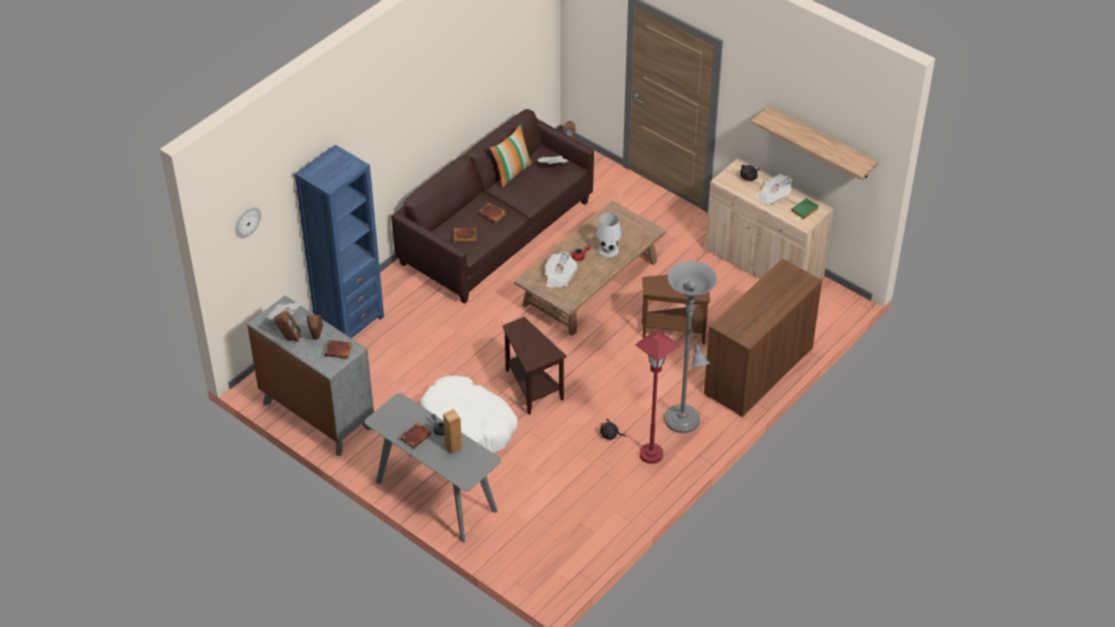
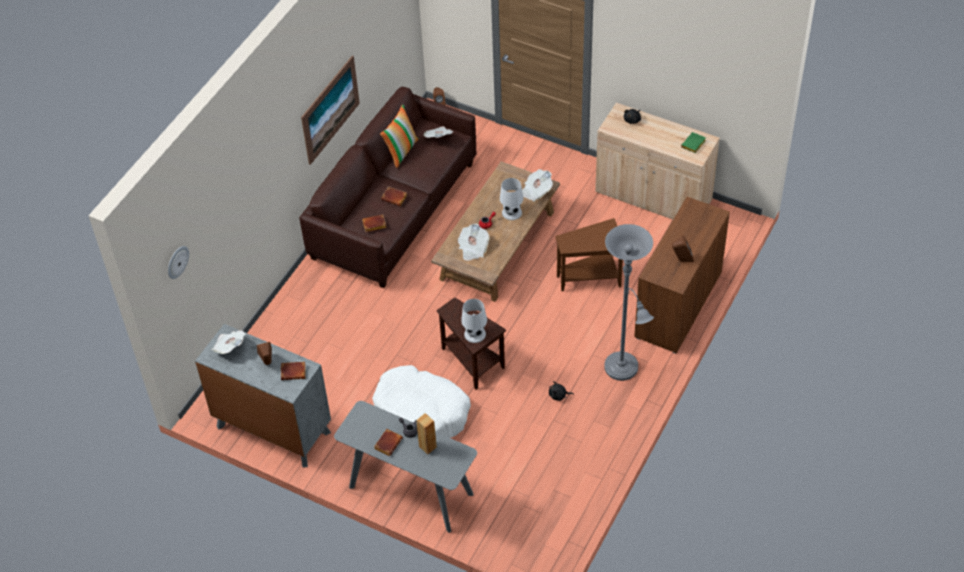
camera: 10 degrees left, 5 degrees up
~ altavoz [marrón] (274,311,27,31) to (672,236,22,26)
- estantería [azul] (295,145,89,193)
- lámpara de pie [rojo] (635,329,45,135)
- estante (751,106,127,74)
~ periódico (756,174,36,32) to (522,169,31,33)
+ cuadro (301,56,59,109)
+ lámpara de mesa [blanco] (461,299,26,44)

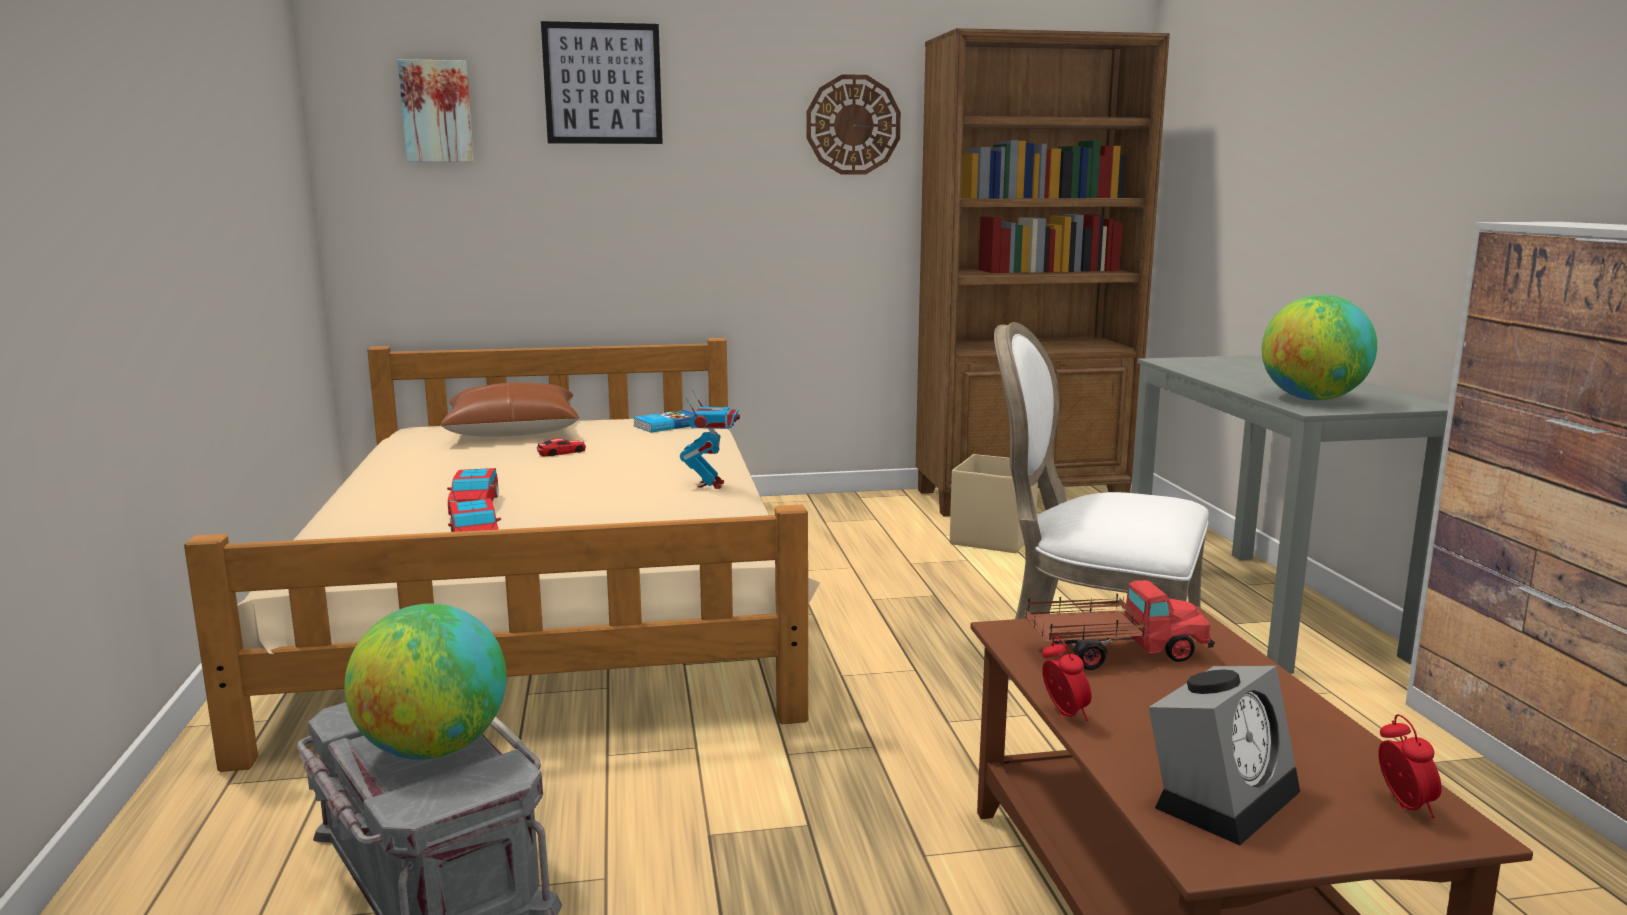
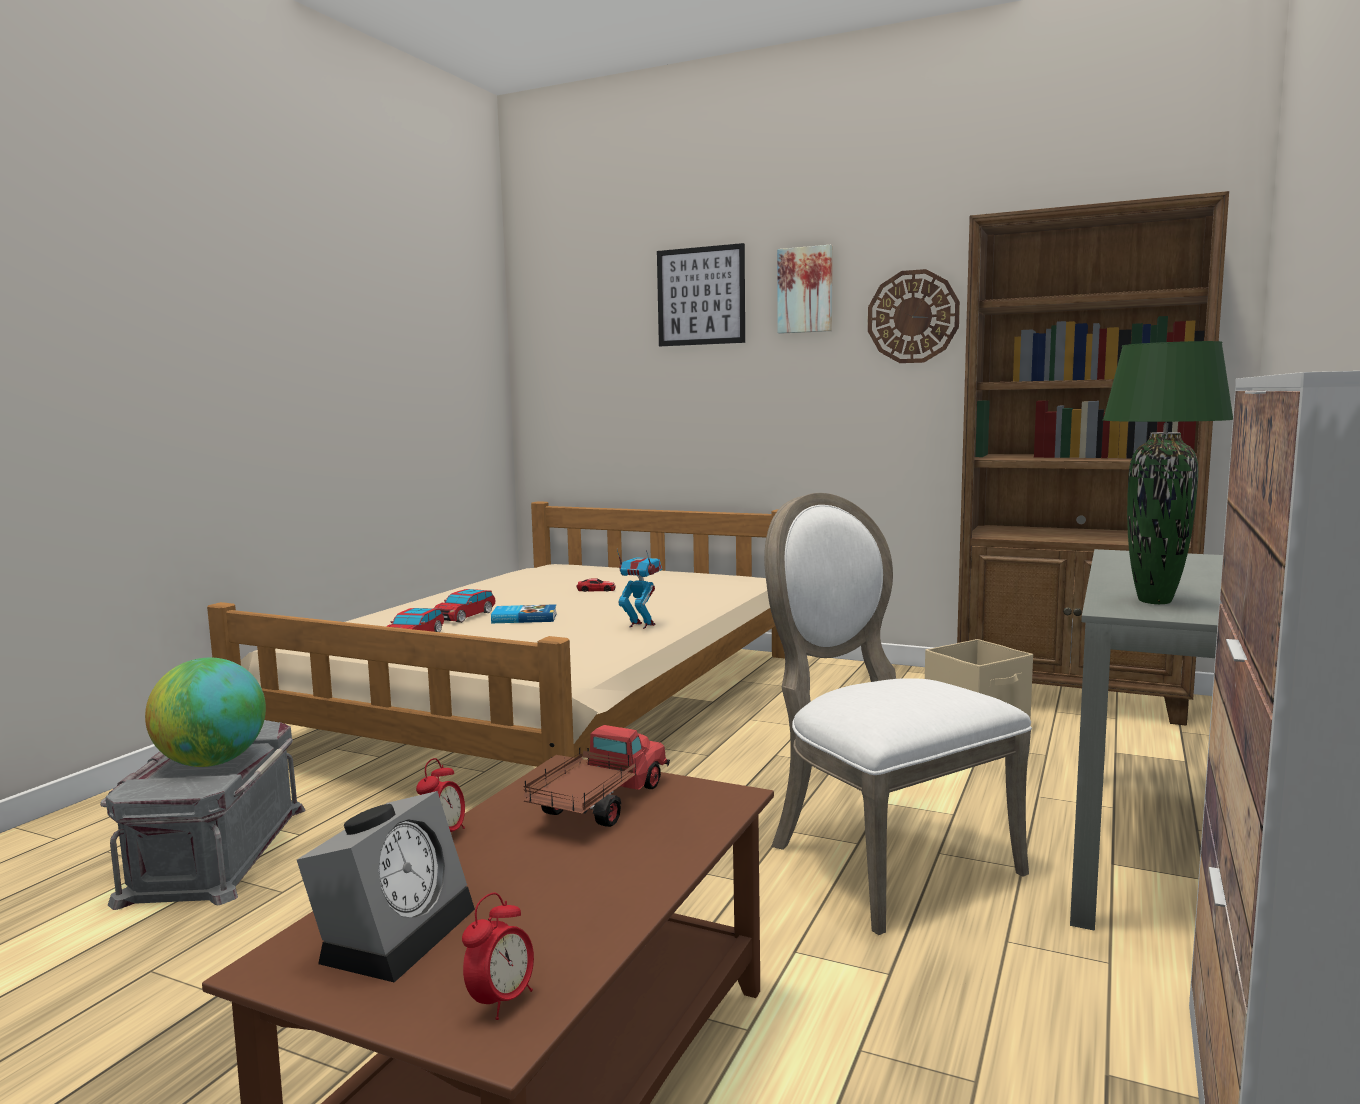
camera: 35 degrees right, 5 degrees down
~ cuadro (398,59,76,103) to (777,245,55,89)
- cojín [marrón] (441,382,138,55)
~ libro (633,410,61,23) to (491,604,66,19)
~ robot de juguete (680,390,60,99) = (617,550,45,79) 105 degrees counterclockwise
~ camión de juguete (1024,580,191,90) = (523,725,147,102) 90 degrees counterclockwise
~ despertador (1149,666,151,179) = (297,791,178,191) 60 degrees counterclockwise
~ globo terráqueo (1262,295,115,105) to lámpara de mesa [verde] (1102,341,131,263)

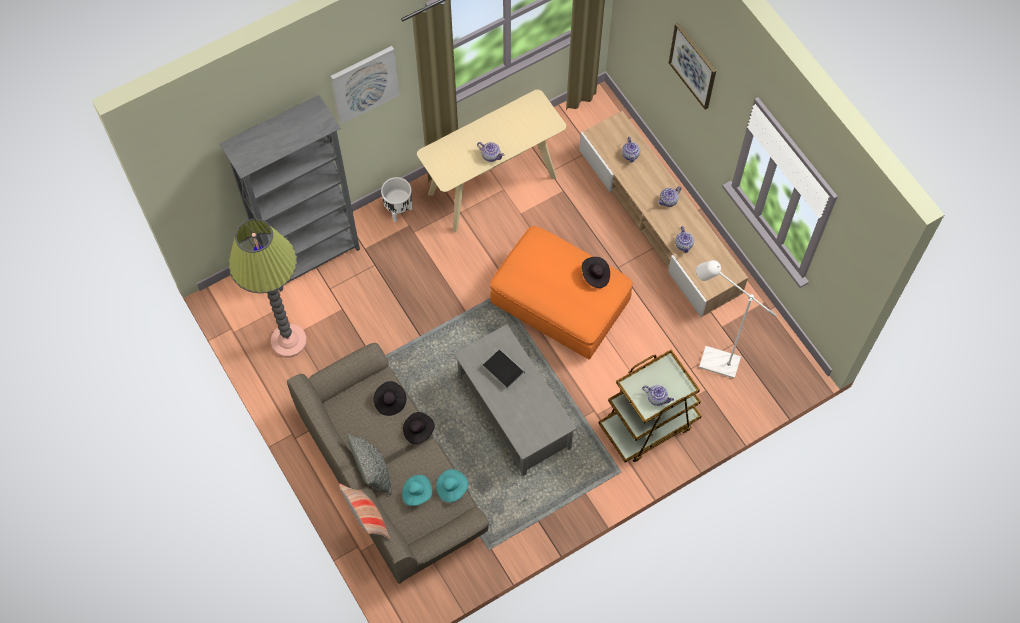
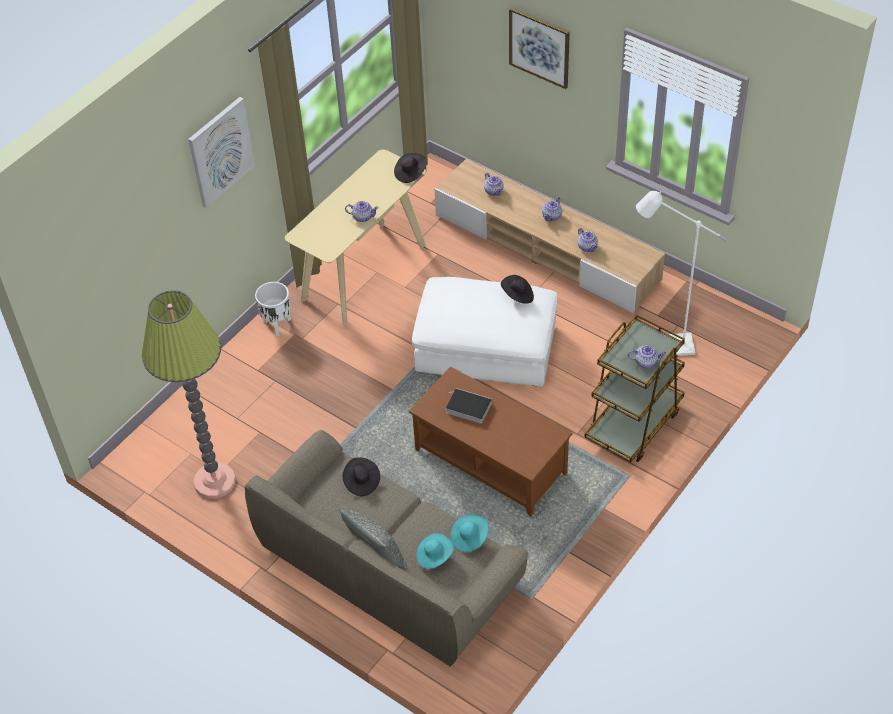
camera: 20 degrees left, 15 degrees down
- estantería [gris] (220,95,140,197)
- cojín (338,483,53,57)
~ sombrero [negro] (403,412,32,33) to (394,153,32,30)
~ mesa de centro [gris] (454,324,123,152) to mesa de centro [marrón] (409,366,163,150)
~ puf [naranja] (490,226,143,133) to puf [blanco] (412,277,145,110)

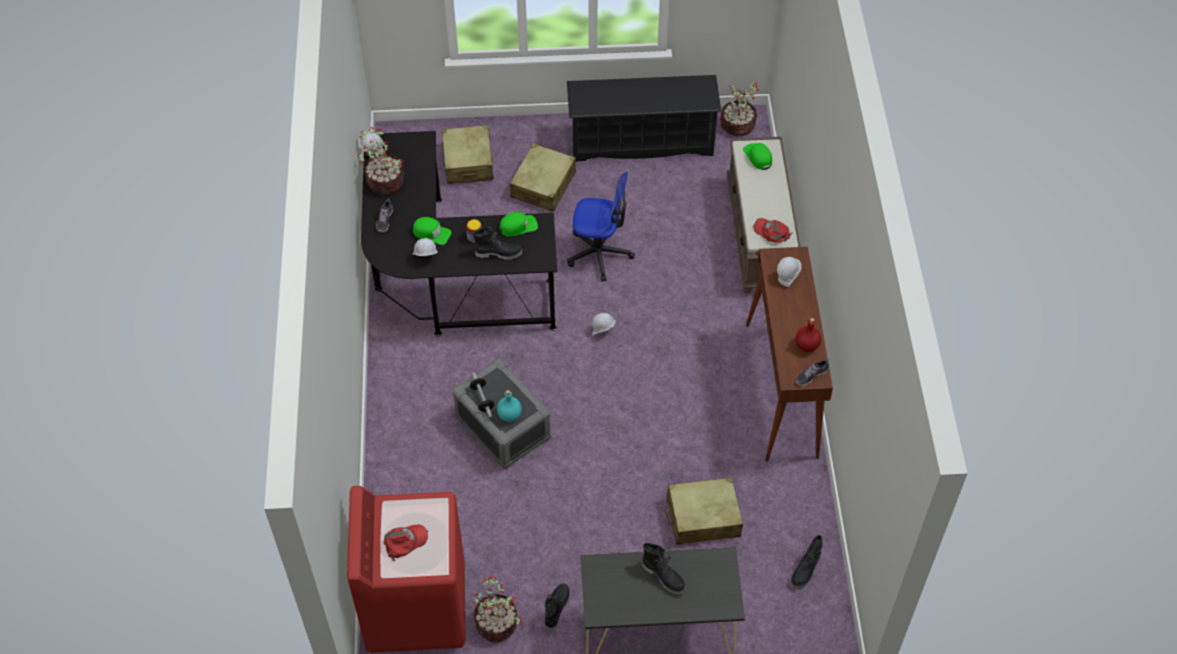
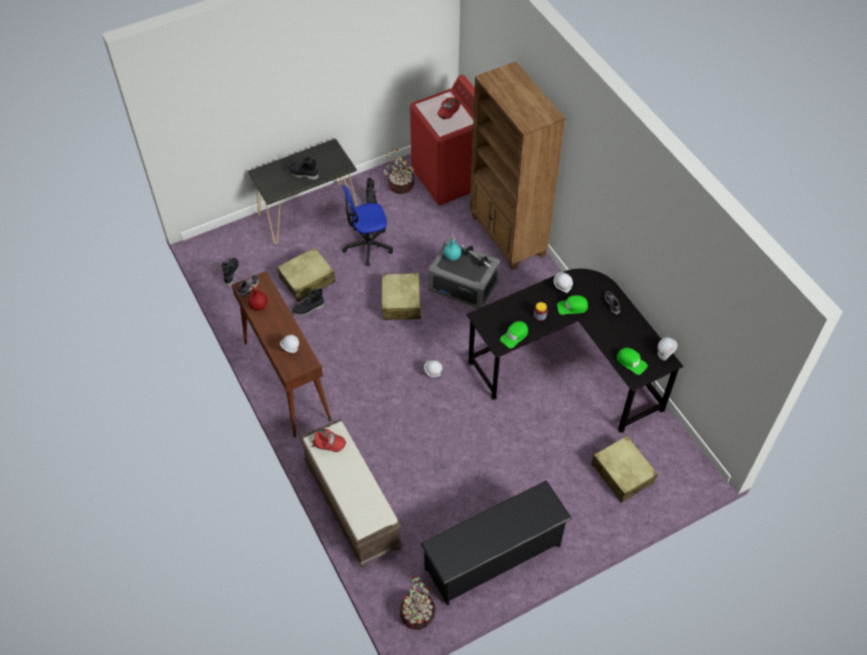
camera: 155 degrees right, 0 degrees up
- planta en maceta (357,127,47,68)
~ bota [negro] (473,227,49,33) to (292,289,32,27)
~ maleta [beis] (510,144,66,68) to (380,273,41,47)
~ silla de oficina (567,172,68,110) to (342,185,51,81)
~ gorra [verde] (743,143,29,27) to (617,348,31,27)
+ estantería [marrón] (470,61,96,209)

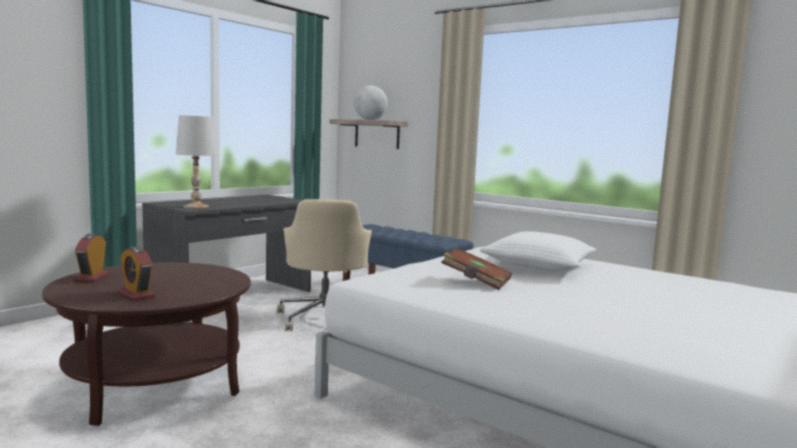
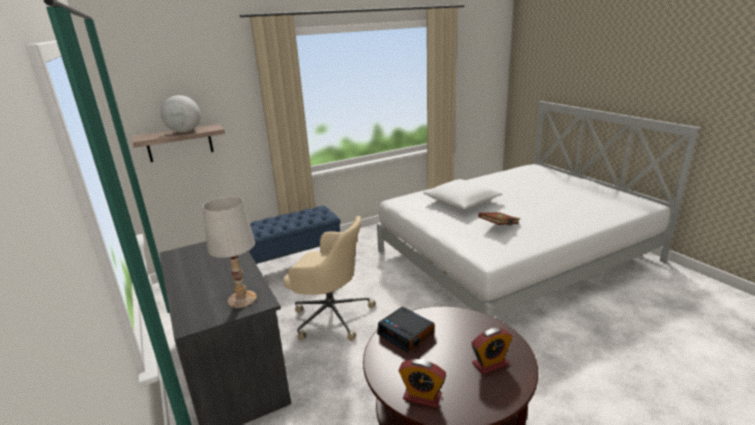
camera: 65 degrees left, 15 degrees up
+ despertador (377,307,57,46)

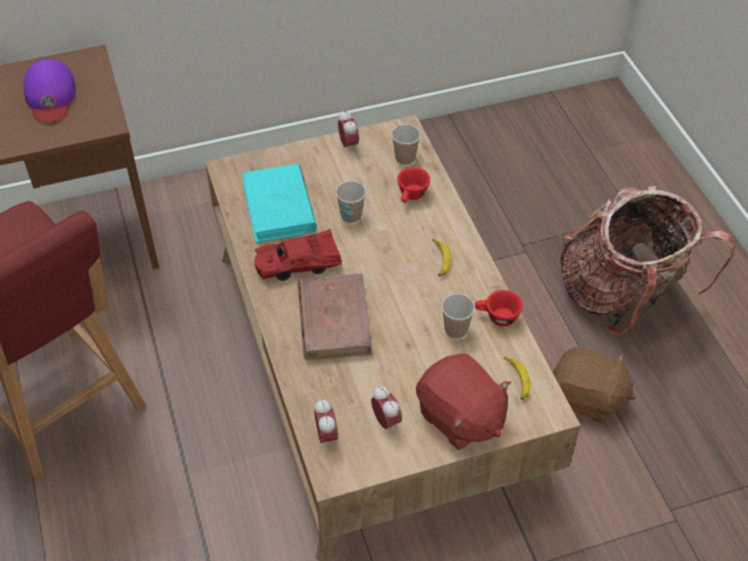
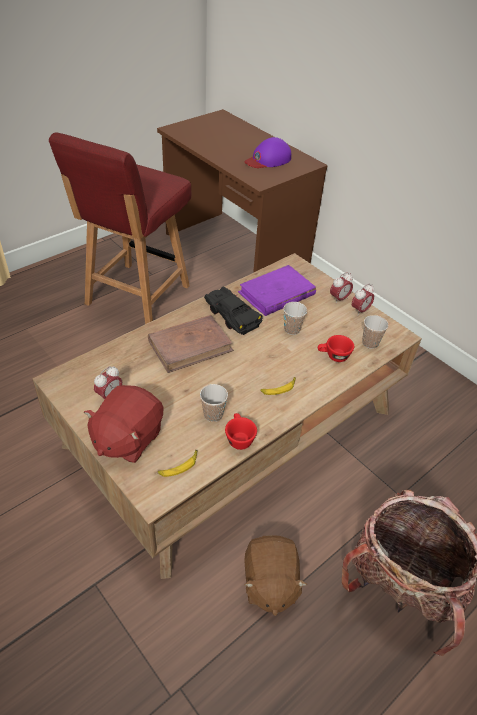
camera: 65 degrees right, 5 degrees down
~ libro [turquesa] (242,164,75,79) to libro [morado] (238,265,78,51)
~ coche de juguete [rojo] (254,229,88,52) to coche de juguete [negro] (204,287,59,48)
~ despertador (314,399,24,47) to (330,272,23,32)

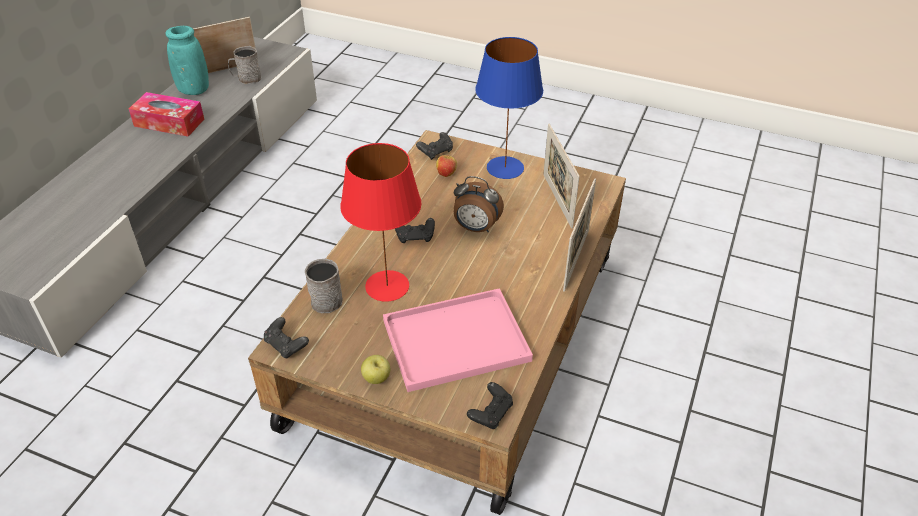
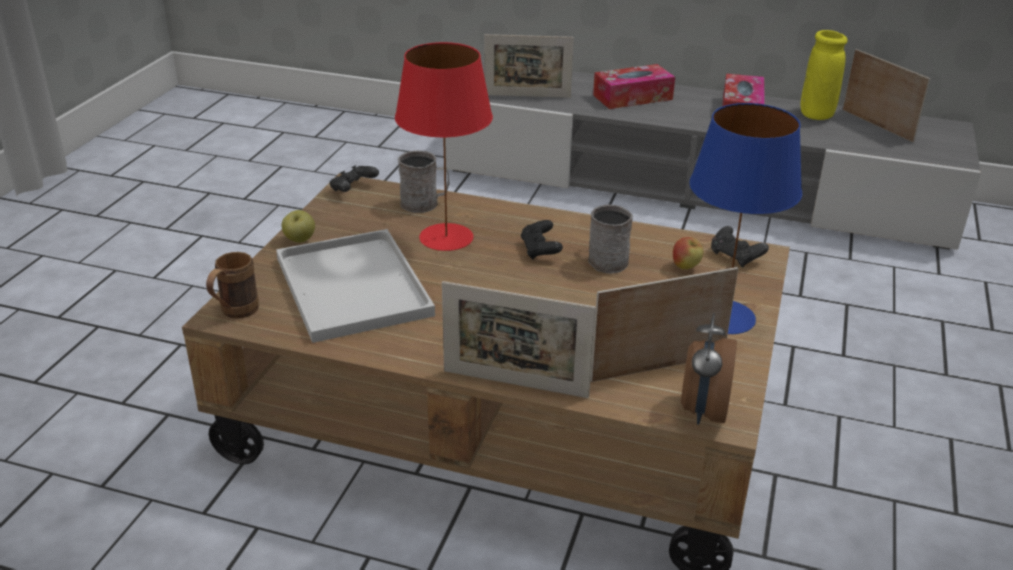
camera: 85 degrees right, 10 degrees down
~ florero [turquesa] (166,26,43,69) to florero [amarillo] (801,30,47,90)
~ taza grande [gris] (228,46,33,38) to (588,204,45,70)
~ bandeja [rosa] (383,288,150,104) to bandeja [blanco] (276,229,159,114)
~ despertador (454,176,50,56) to (681,313,56,112)
~ mando de consola [negro] (467,382,46,47) to taza grande [marrón] (206,252,53,67)
+ portarretratos (484,34,90,64)
+ caja de pañuelos (593,64,82,45)

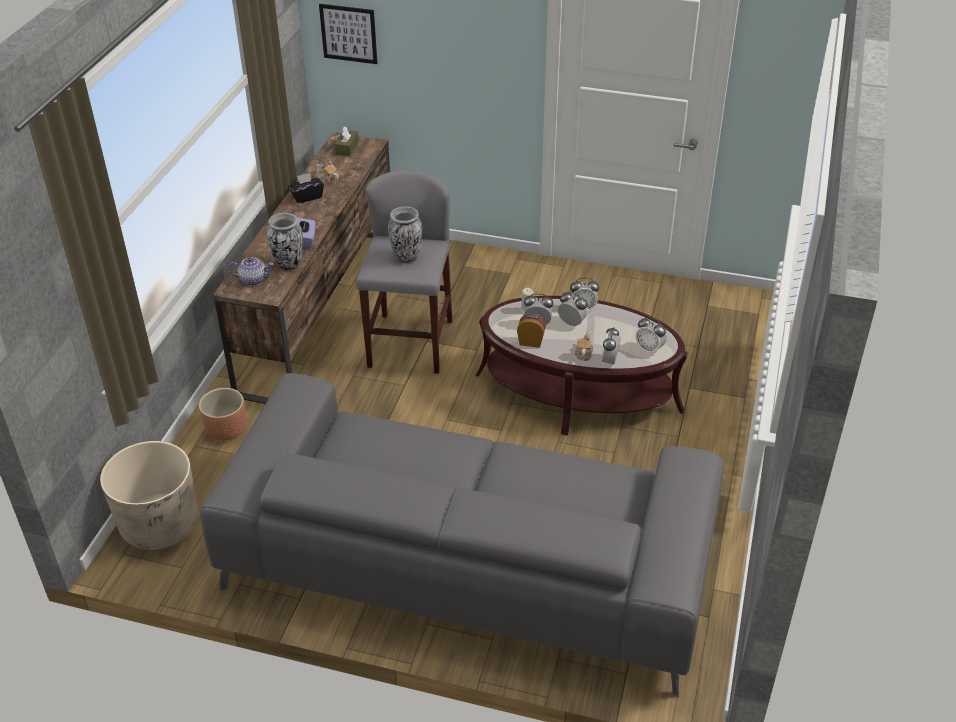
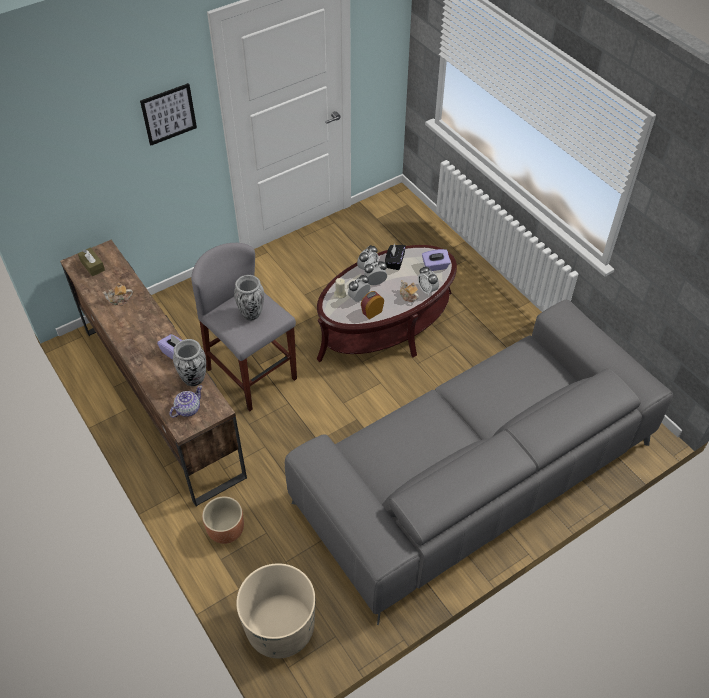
camera: 50 degrees left, 10 degrees up
~ caja de pañuelos [negro] (288,173,36,31) to (385,244,21,26)
~ cuadro (319,4,58,60) to (140,83,57,63)
~ despertador (636,317,31,38) to caja de pañuelos [morado] (422,249,29,22)

